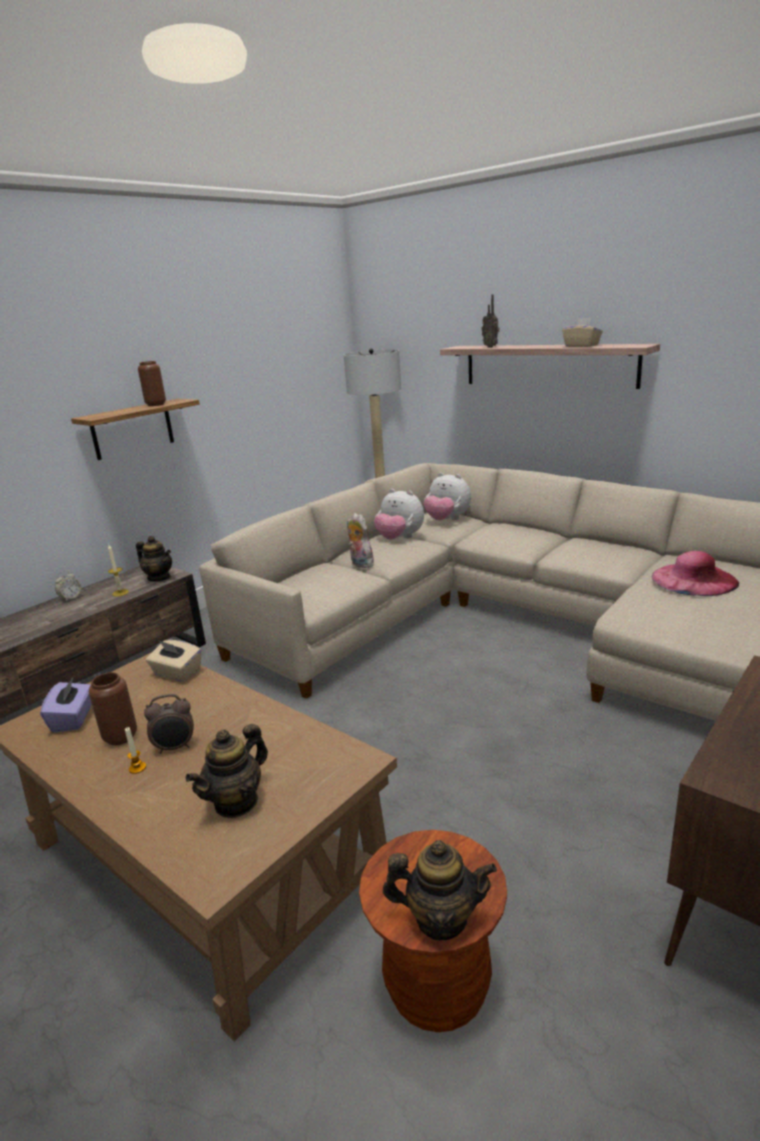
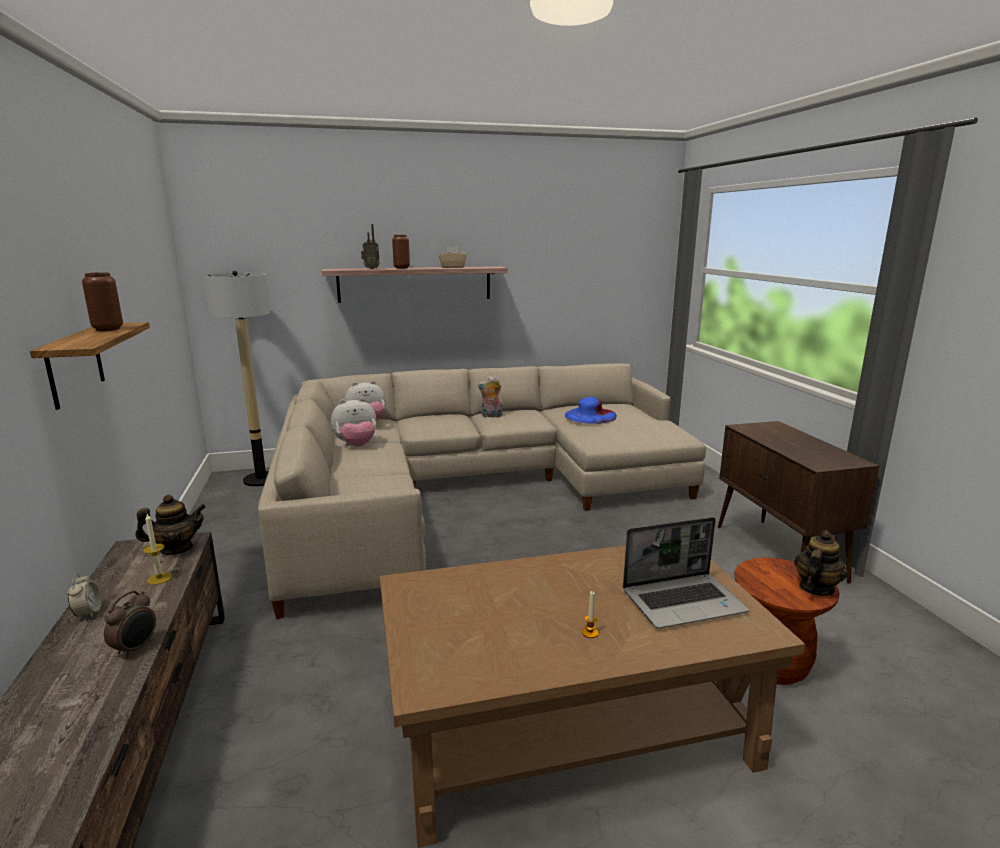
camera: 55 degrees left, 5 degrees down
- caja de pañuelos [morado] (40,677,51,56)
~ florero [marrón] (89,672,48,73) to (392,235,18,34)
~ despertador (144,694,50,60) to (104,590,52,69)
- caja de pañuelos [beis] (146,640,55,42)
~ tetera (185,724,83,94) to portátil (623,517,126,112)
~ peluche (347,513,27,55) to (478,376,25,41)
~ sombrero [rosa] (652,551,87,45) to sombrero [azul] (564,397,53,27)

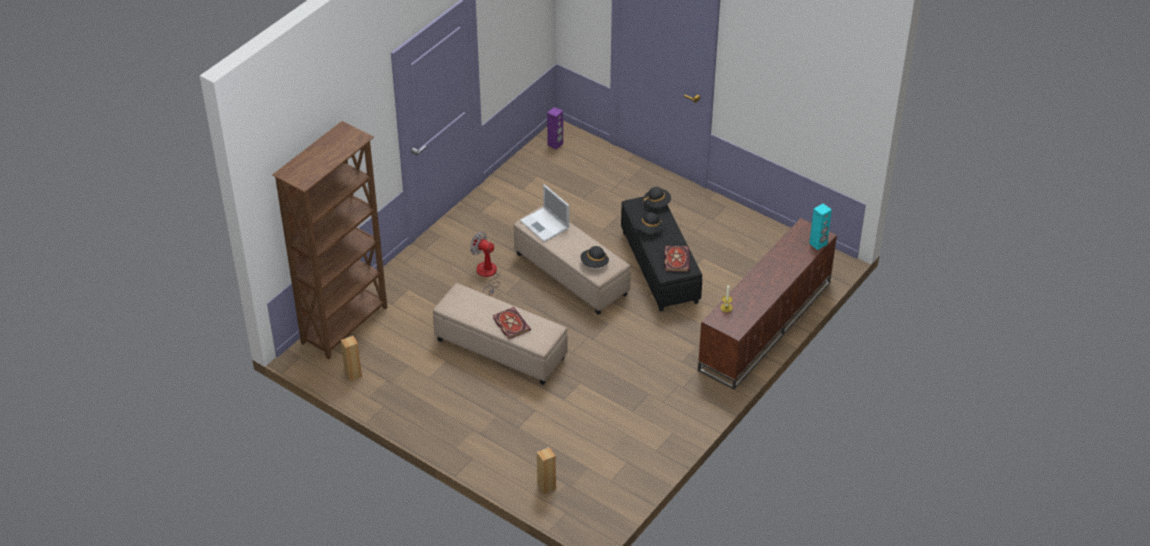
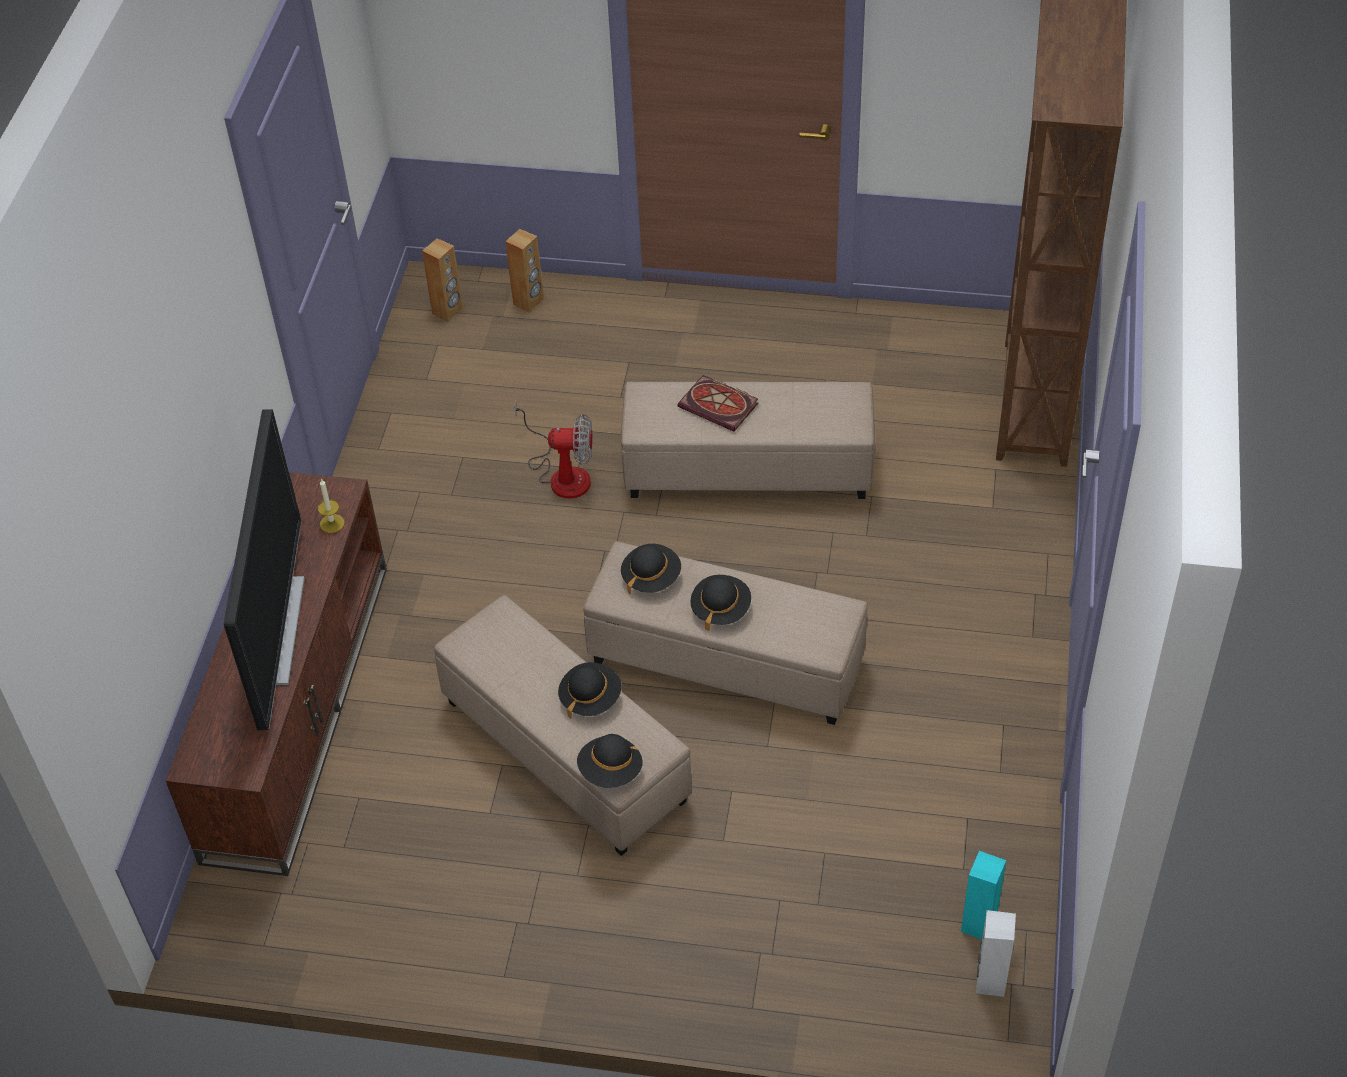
camera: 155 degrees right, 5 degrees up
~ altavoz [marrón] (341,336,21,45) to (422,238,41,84)
~ ventilador (470,231,30,65) to (514,399,79,100)
- portátil (520,185,49,57)
~ altavoz [morado] (547,107,16,43) to altavoz [blanco] (976,910,40,87)
~ puf [negro] (621,197,81,115) to puf [beis] (434,595,258,261)
- libro (664,246,26,26)
~ altavoz [turquesa] (809,204,23,46) to (961,851,45,89)
+ televisor (224,409,81,321)
+ sombrero [negro] (690,575,61,56)

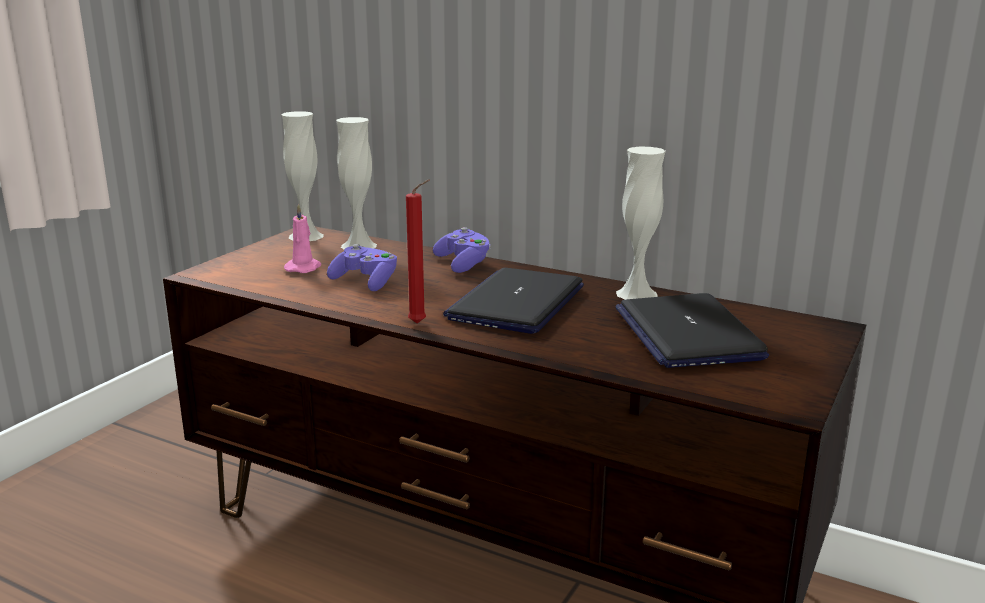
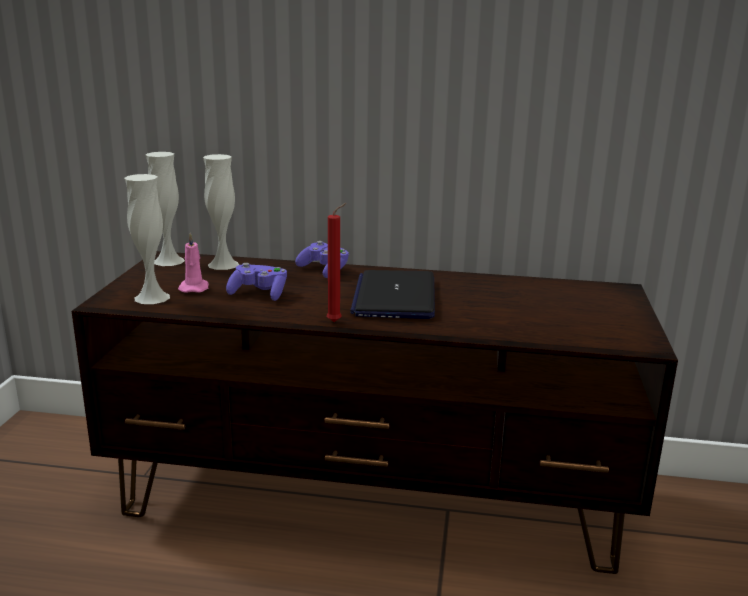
camera: 20 degrees left, 0 degrees up
- portátil (615,293,154,75)
~ florero [blanco] (616,147,50,153) to (124,174,46,130)

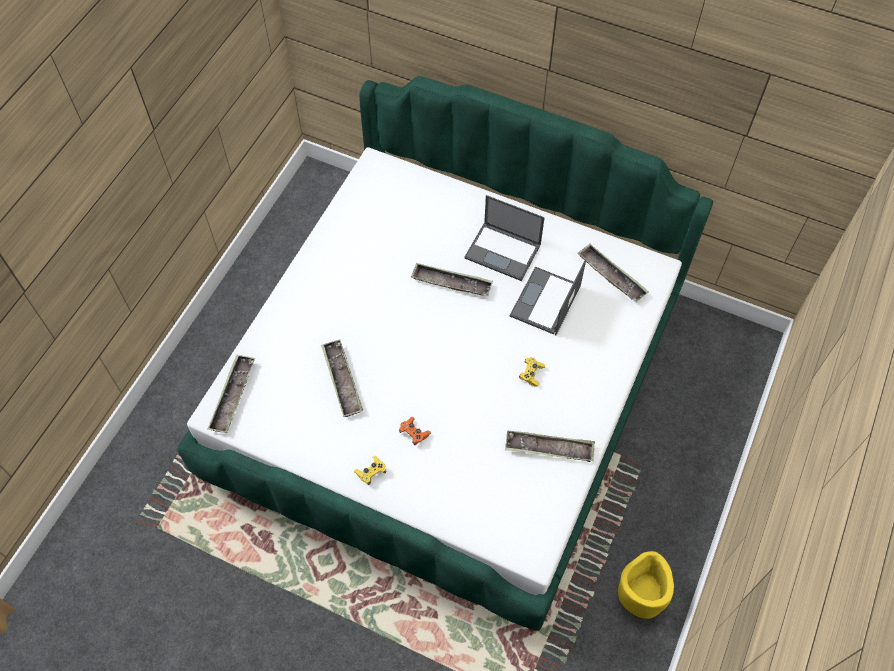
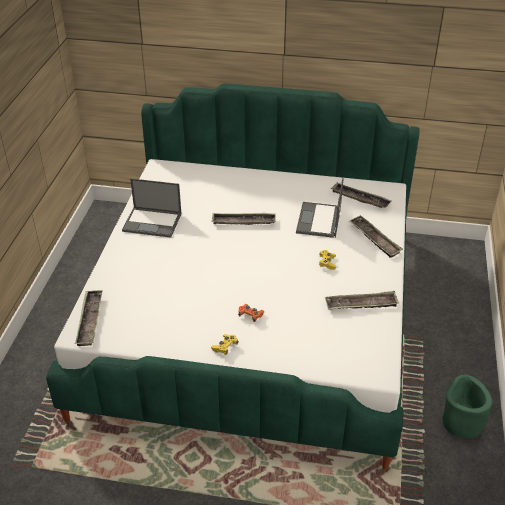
camera: 15 degrees left, 20 degrees down
~ bandeja (321,339,42,78) to (349,215,54,43)
~ portátil (464,195,81,86) to (122,178,59,60)
~ maceta [amarillo] (618,551,56,68) to maceta [verde] (443,374,49,64)

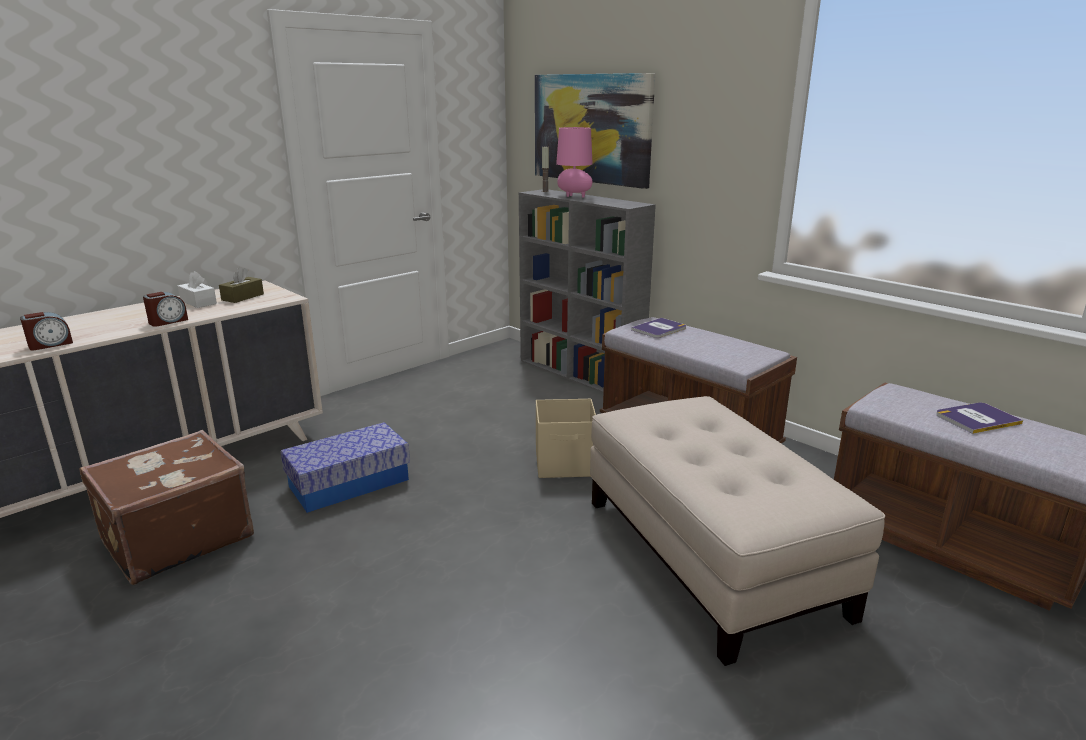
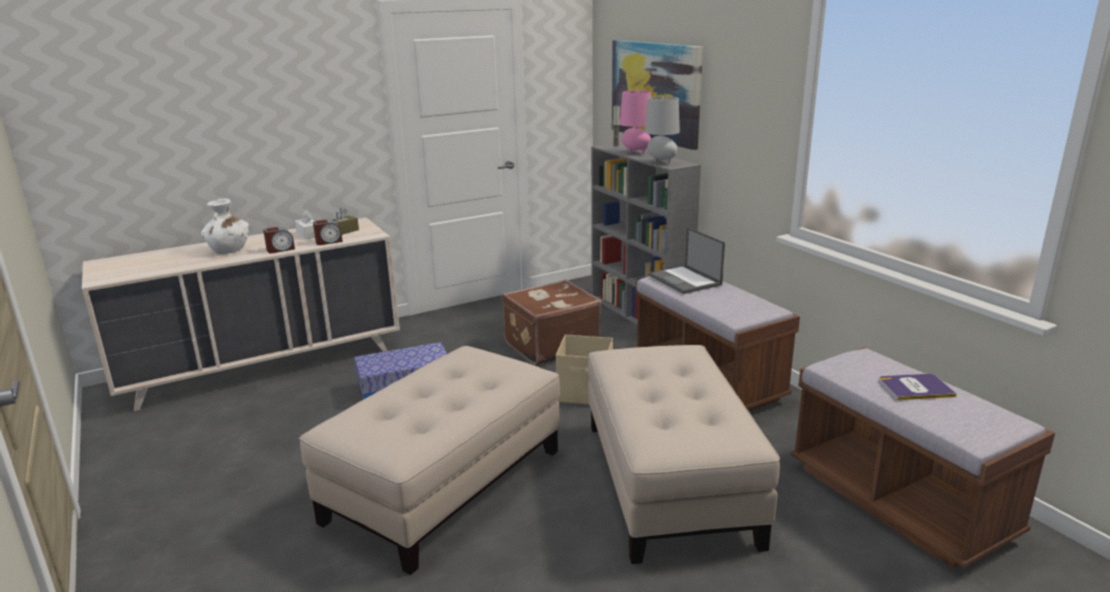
camera: 15 degrees right, 0 degrees up
~ despertador (20,312,53,38) to (313,220,30,25)
~ maleta [marrón] (79,430,175,155) to (502,279,100,87)
~ libro (631,318,55,20) to portátil (649,227,76,67)
+ florero [blanco] (201,199,48,55)
+ puf [beis] (299,346,261,229)
+ lámpara de mesa [gris] (644,96,36,68)

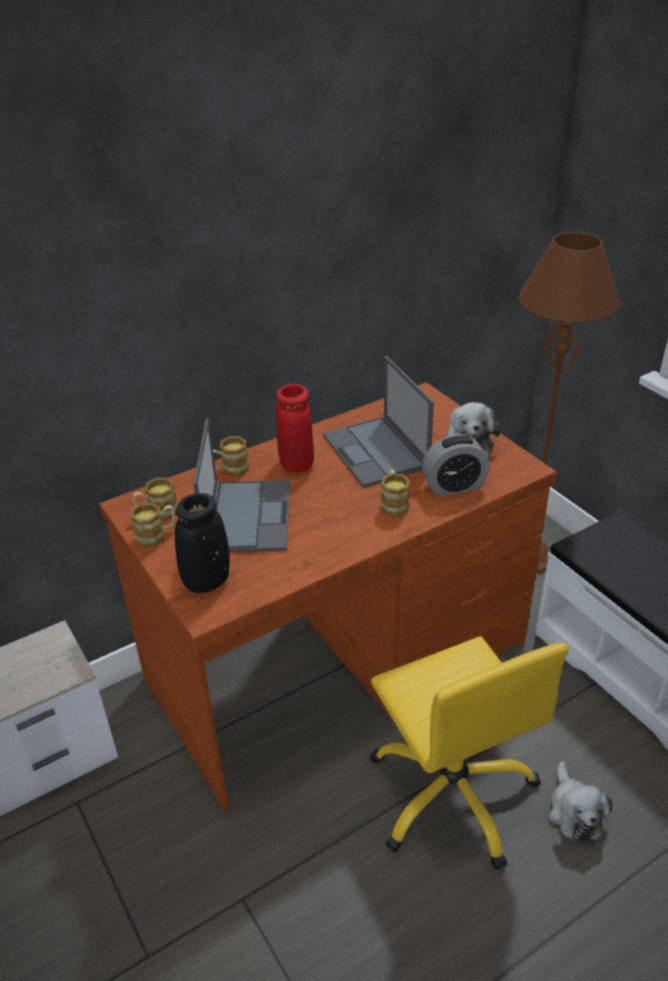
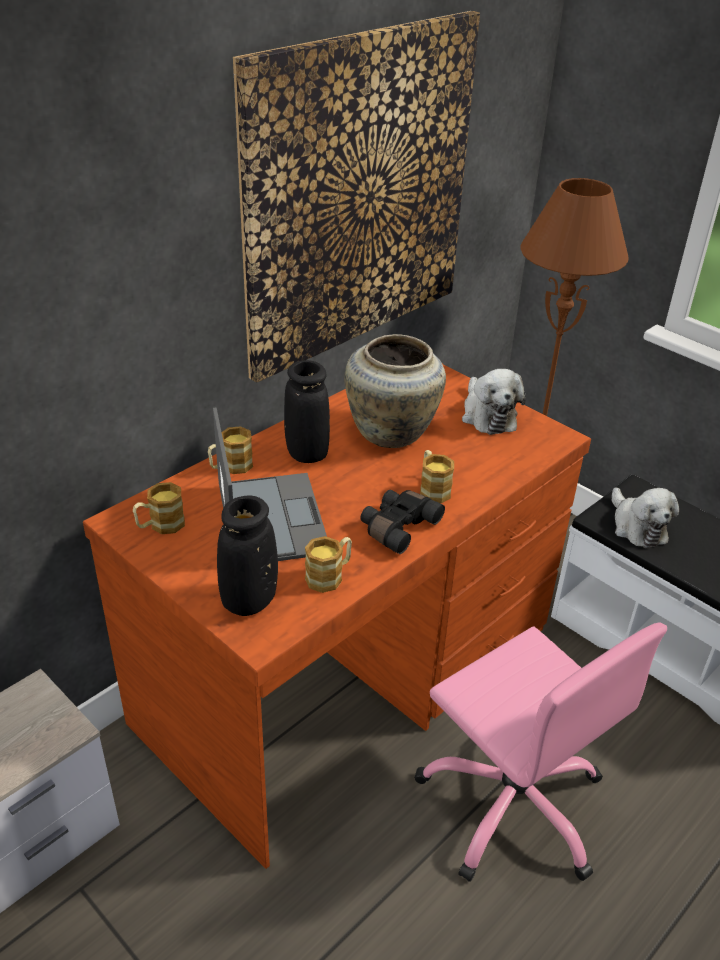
camera: 15 degrees left, 0 degrees up
~ taza grande (130,503,45,45) to (305,536,47,57)
~ florero [rojo] (276,384,38,88) to florero [negro] (284,360,46,103)
~ portátil (323,356,111,131) to florero [beis] (344,334,102,114)
~ silla de oficina [amarillo] (370,636,199,234) to silla de oficina [rosa] (414,622,253,260)
- despertador (422,435,68,61)
~ peluche (548,761,64,81) to (612,488,67,60)
+ cuadro (233,11,247,372)
+ prismáticos [negro] (360,490,85,64)

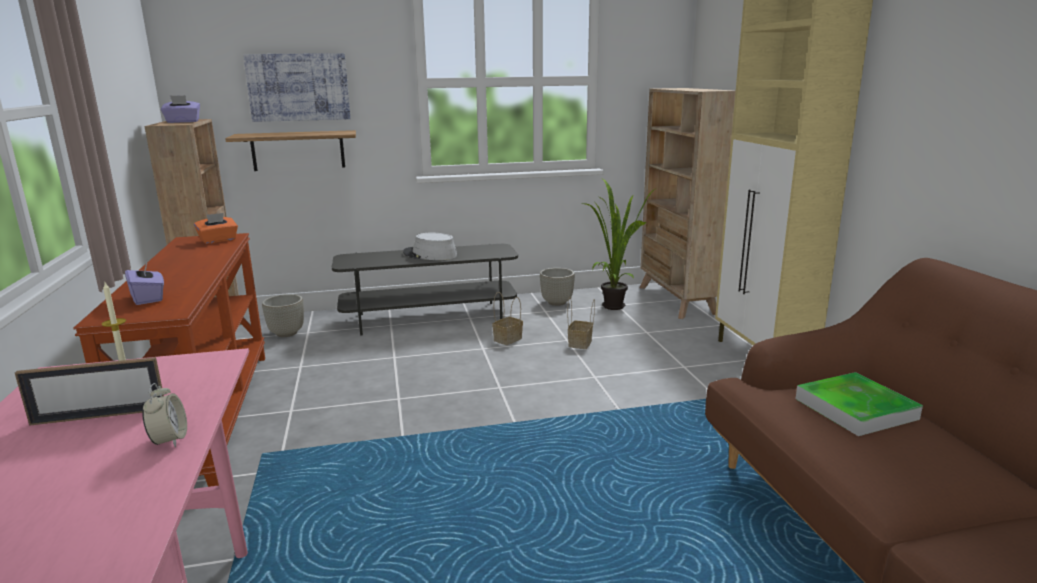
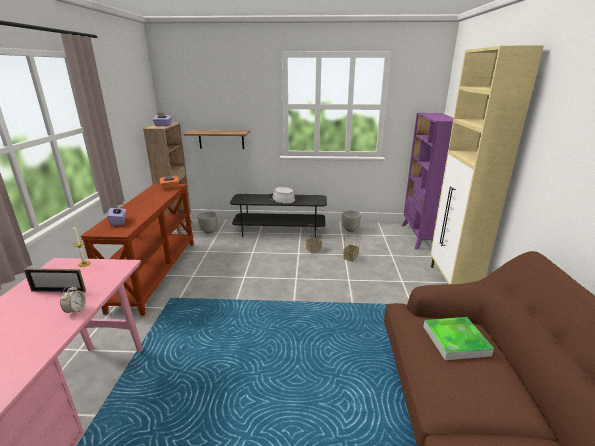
camera: 15 degrees right, 5 degrees up
- cuadro (243,53,108,69)
- planta en maceta (581,179,76,131)
~ estantería [beis] (640,88,96,231) to estantería [morado] (402,113,52,137)

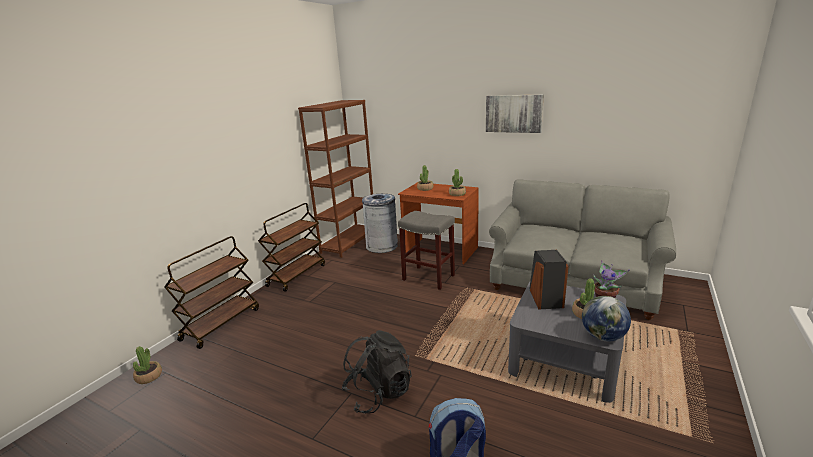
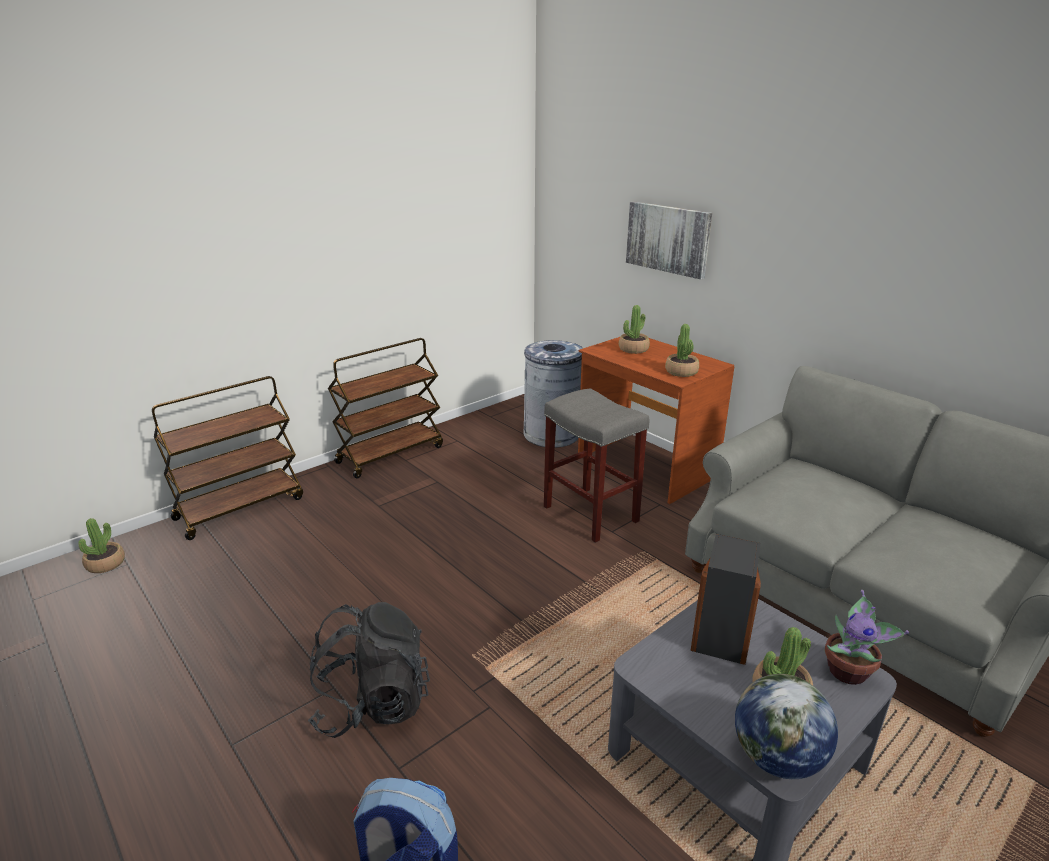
camera: 20 degrees right, 5 degrees up
- estantería [marrón] (298,100,75,158)
~ cuadro (486,95,58,38) to (626,202,86,78)

